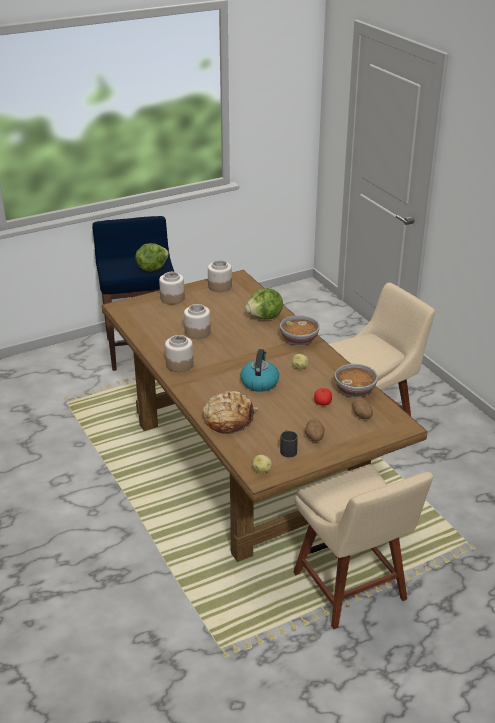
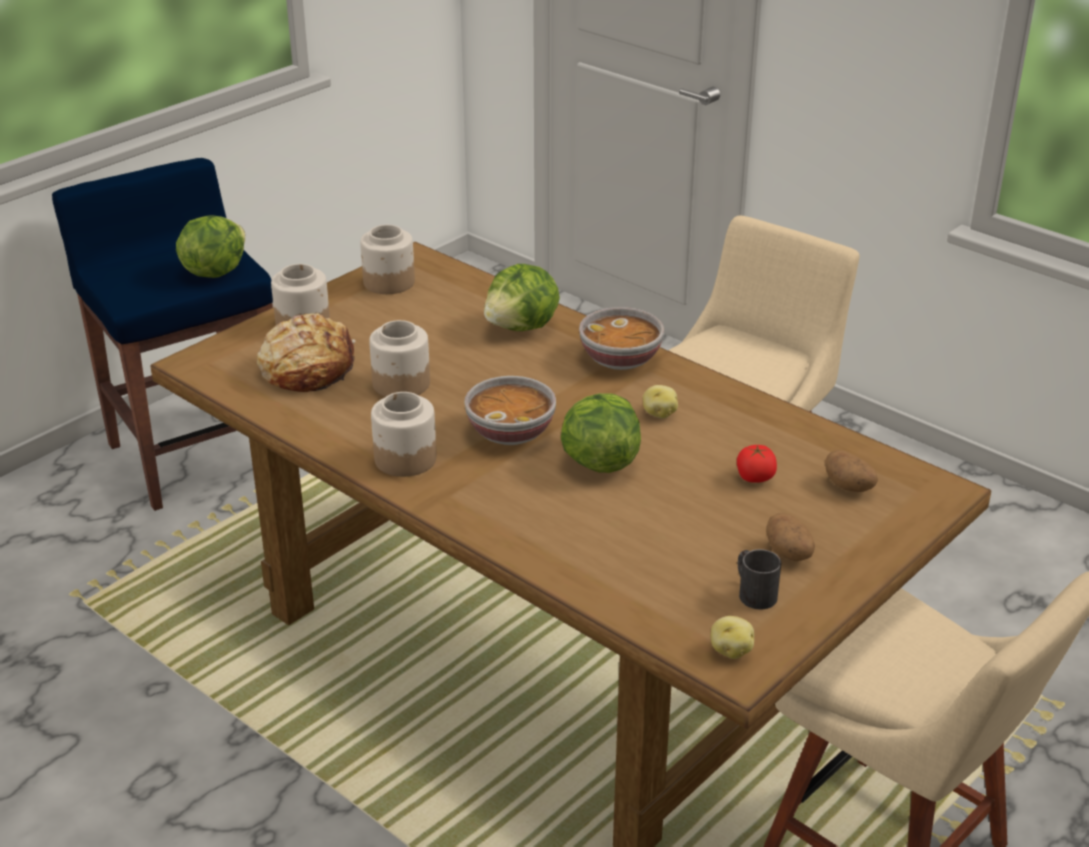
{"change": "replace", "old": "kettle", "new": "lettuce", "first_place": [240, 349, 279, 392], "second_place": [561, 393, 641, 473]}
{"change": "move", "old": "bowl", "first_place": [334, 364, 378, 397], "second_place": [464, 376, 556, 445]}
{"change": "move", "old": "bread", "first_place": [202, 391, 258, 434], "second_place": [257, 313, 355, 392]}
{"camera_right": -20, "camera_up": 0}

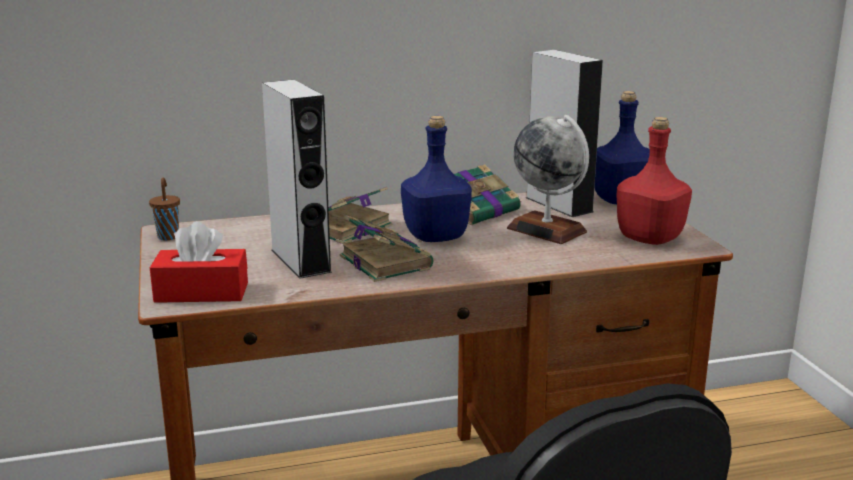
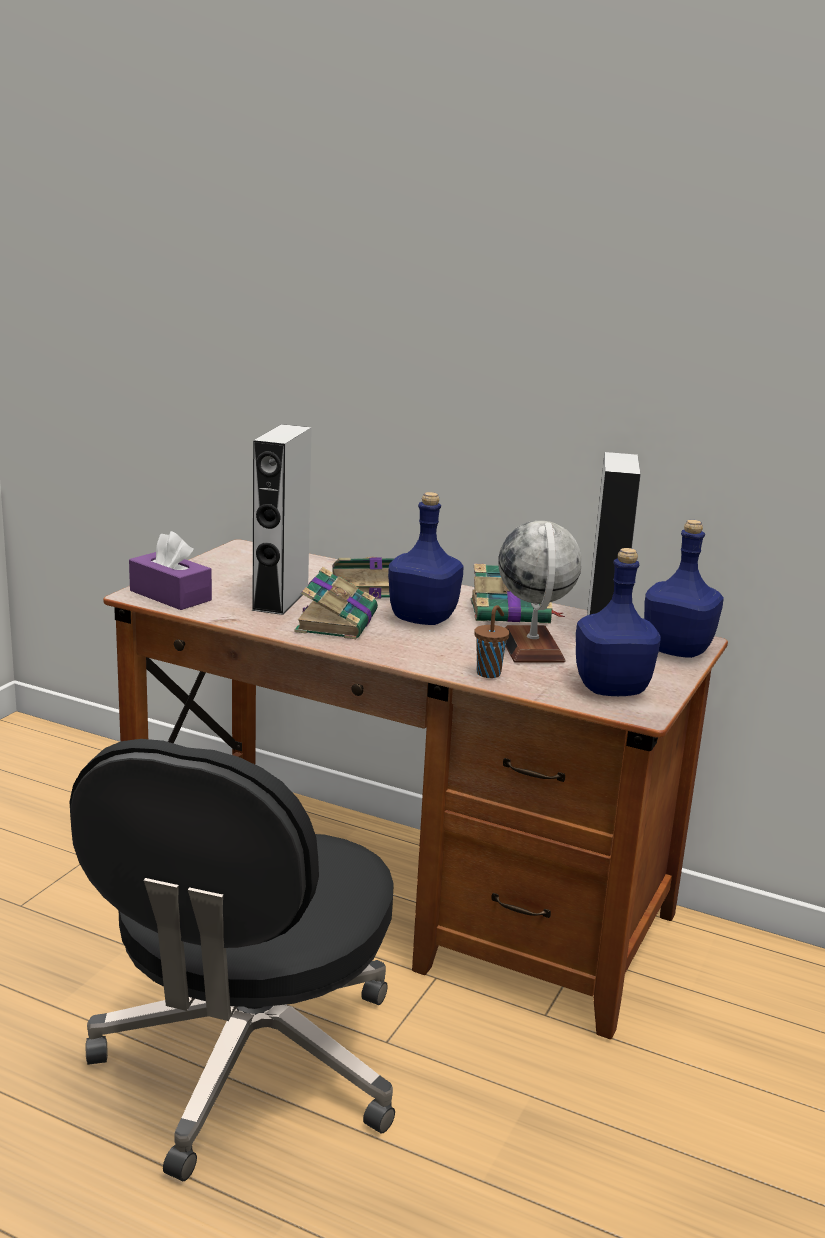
{"change": "recolor", "old": "bottle (red)", "new": "bottle (blue)", "first_place": [616, 117, 692, 245], "second_place": [576, 548, 661, 696]}
{"change": "move", "old": "cup (brown)", "first_place": [149, 177, 180, 240], "second_place": [475, 605, 510, 678]}
{"change": "recolor", "old": "tissue box (red)", "new": "tissue box (purple)", "first_place": [150, 222, 248, 303], "second_place": [129, 531, 212, 610]}
{"camera_right": 40, "camera_up": 0}

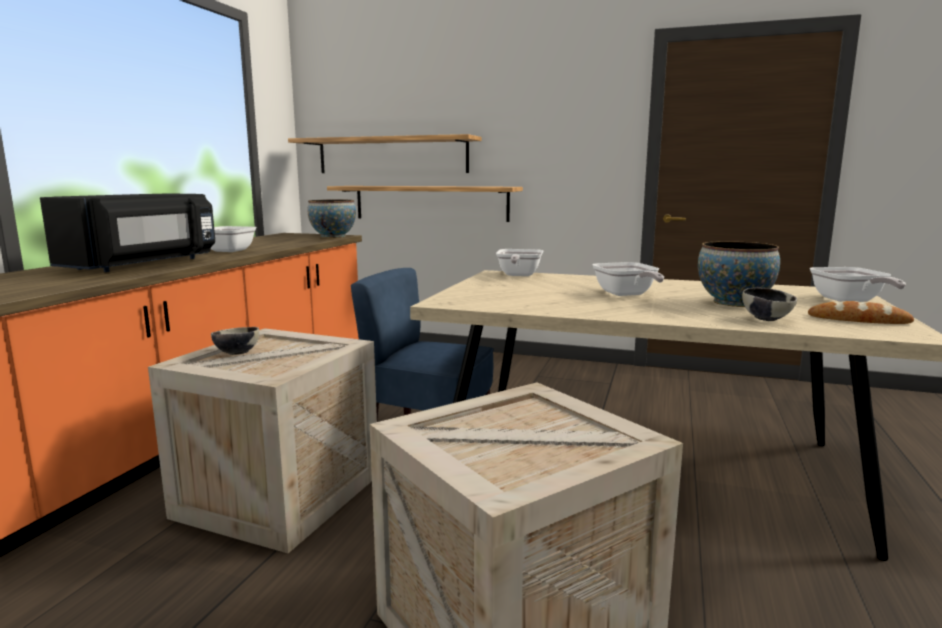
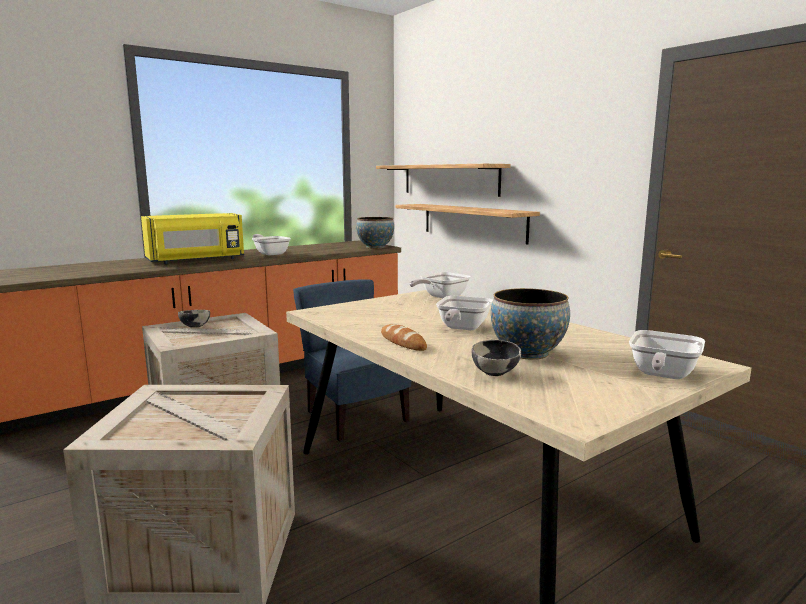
{"change": "recolor", "old": "microwave (black)", "new": "microwave (yellow)", "first_place": [40, 193, 215, 272], "second_place": [141, 213, 244, 264]}
{"change": "move", "old": "bread", "first_place": [808, 301, 914, 324], "second_place": [381, 324, 427, 351]}
{"camera_right": 35, "camera_up": 0}

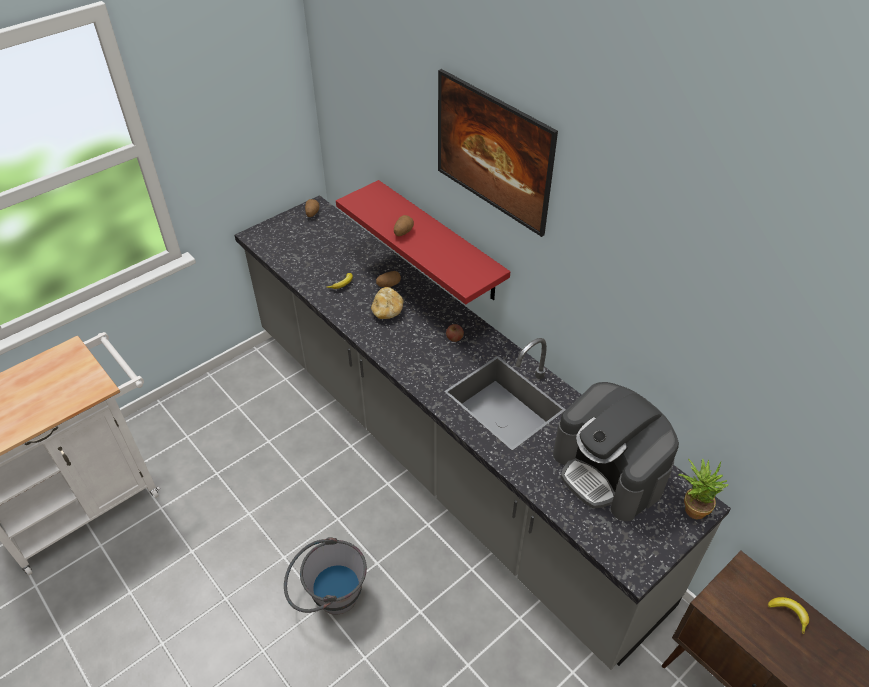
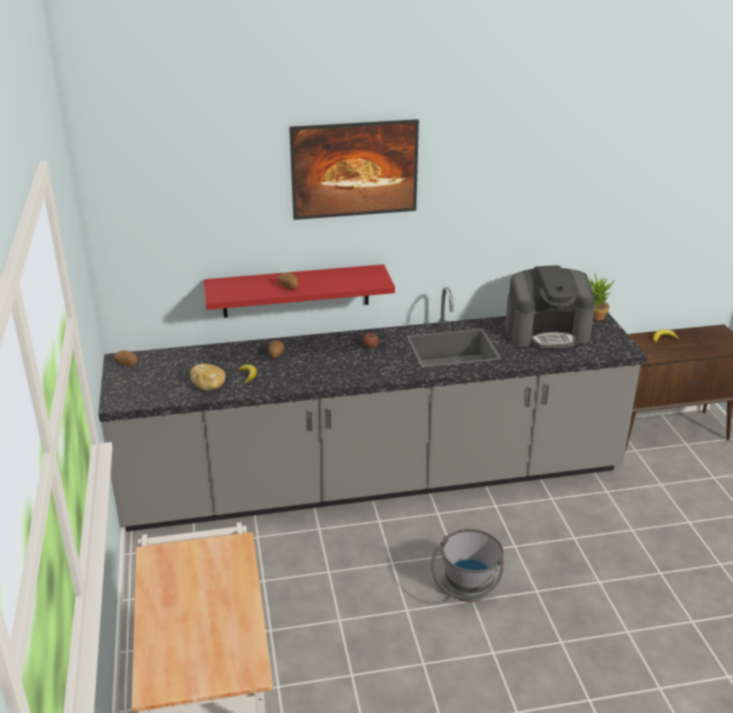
{"change": "move", "old": "bread", "first_place": [371, 287, 403, 319], "second_place": [190, 364, 226, 390]}
{"camera_right": -60, "camera_up": -15}

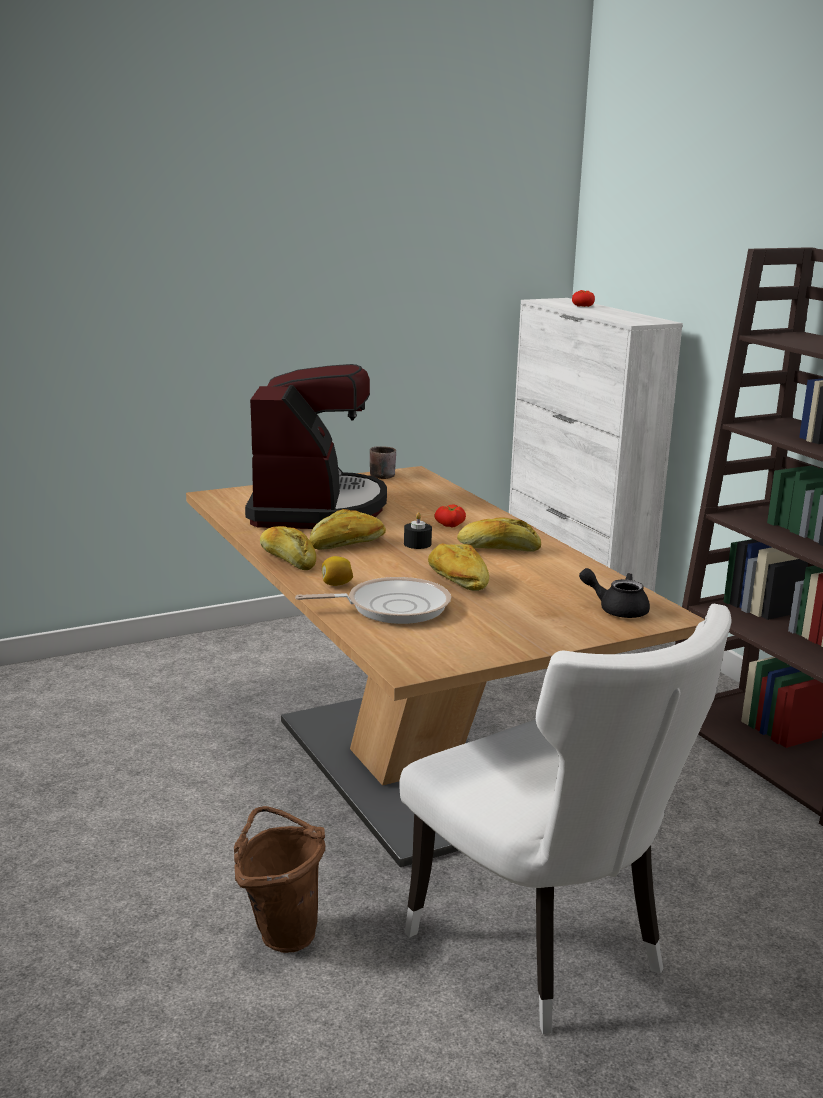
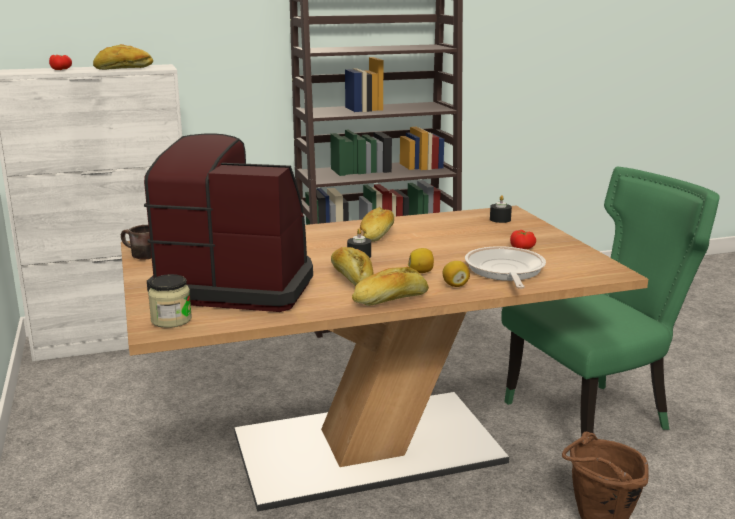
{"change": "move", "old": "tomato", "first_place": [434, 504, 466, 527], "second_place": [510, 230, 536, 249]}
{"change": "move", "old": "bread", "first_place": [428, 543, 489, 591], "second_place": [93, 44, 153, 70]}
{"change": "replace", "old": "teapot (black)", "new": "candle (black)", "first_place": [579, 568, 650, 618], "second_place": [490, 195, 512, 223]}
{"change": "recolor", "old": "chair (white)", "new": "chair (green)", "first_place": [399, 604, 731, 1034], "second_place": [501, 166, 720, 437]}
{"change": "insert", "new": "lemon", "second_place": [408, 248, 434, 273]}
{"change": "insert", "new": "jar", "second_place": [148, 274, 192, 328]}
{"camera_right": -80, "camera_up": 0}

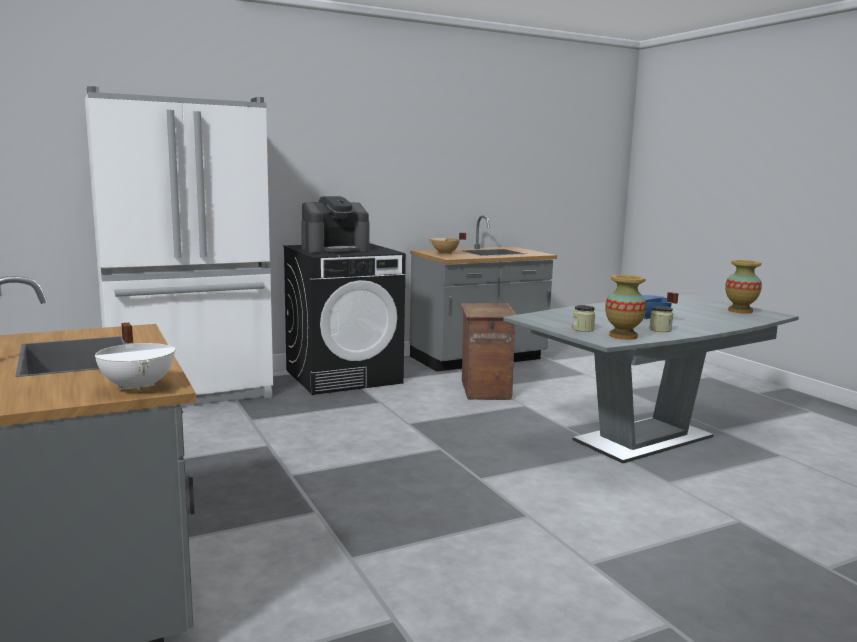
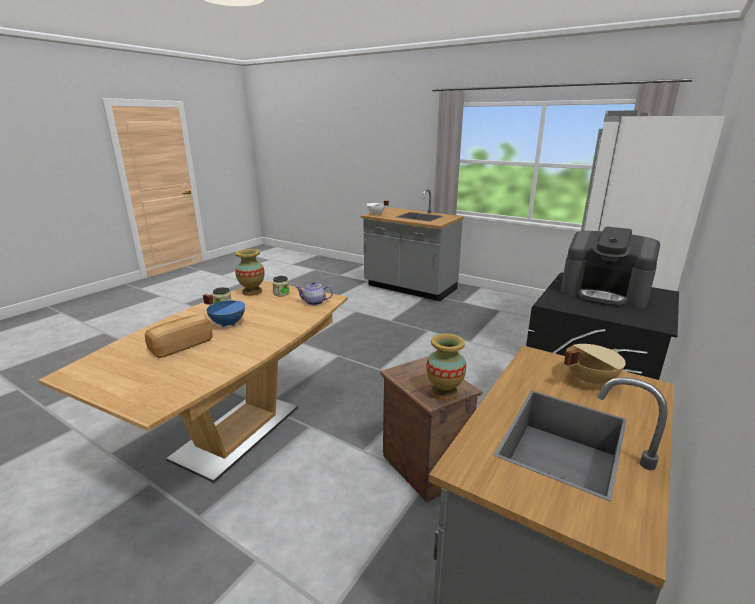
{"change": "rotate", "old": "coffee machine", "first_place": [301, 196, 369, 253], "second_place": [561, 227, 660, 308], "degrees": -90}
{"change": "move", "old": "vase", "first_place": [725, 260, 762, 314], "second_place": [426, 333, 466, 401]}
{"change": "recolor", "old": "dining table (grey)", "new": "dining table (brown)", "first_place": [503, 295, 799, 463], "second_place": [39, 281, 348, 483]}
{"change": "insert", "new": "teapot", "second_place": [296, 282, 333, 305]}
{"change": "insert", "new": "bread", "second_place": [145, 315, 212, 358]}
{"camera_right": 150, "camera_up": 10}

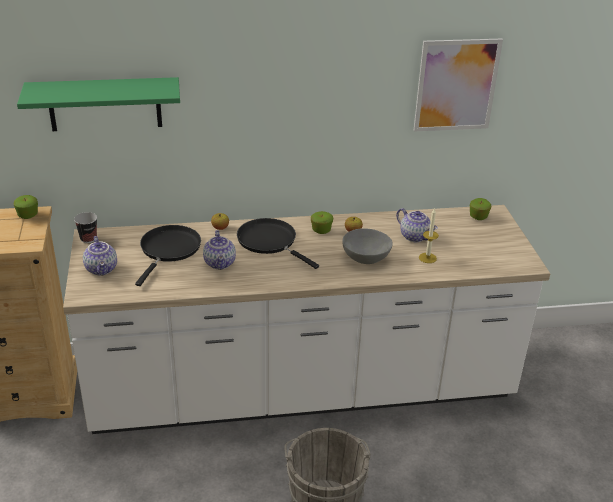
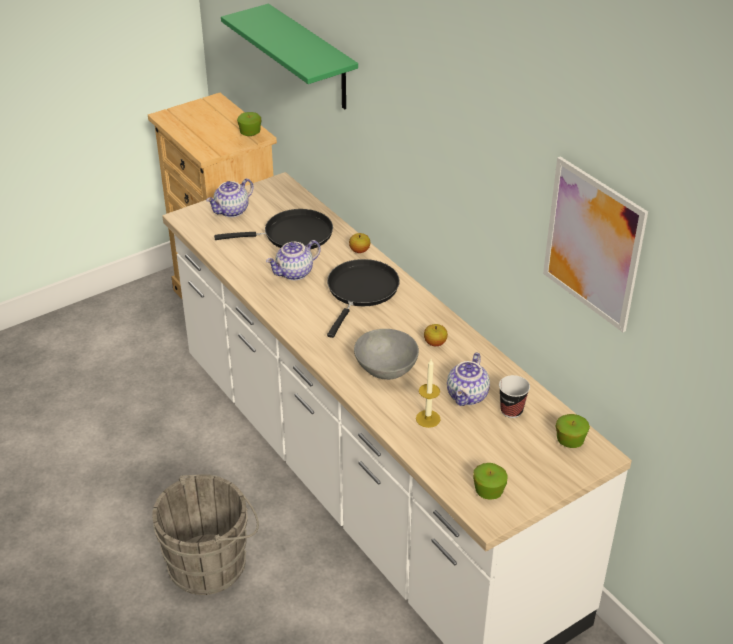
{"change": "move", "old": "apple", "first_place": [311, 211, 333, 234], "second_place": [473, 463, 508, 500]}
{"change": "move", "old": "cup", "first_place": [74, 212, 97, 243], "second_place": [499, 375, 530, 418]}
{"camera_right": 65, "camera_up": 5}

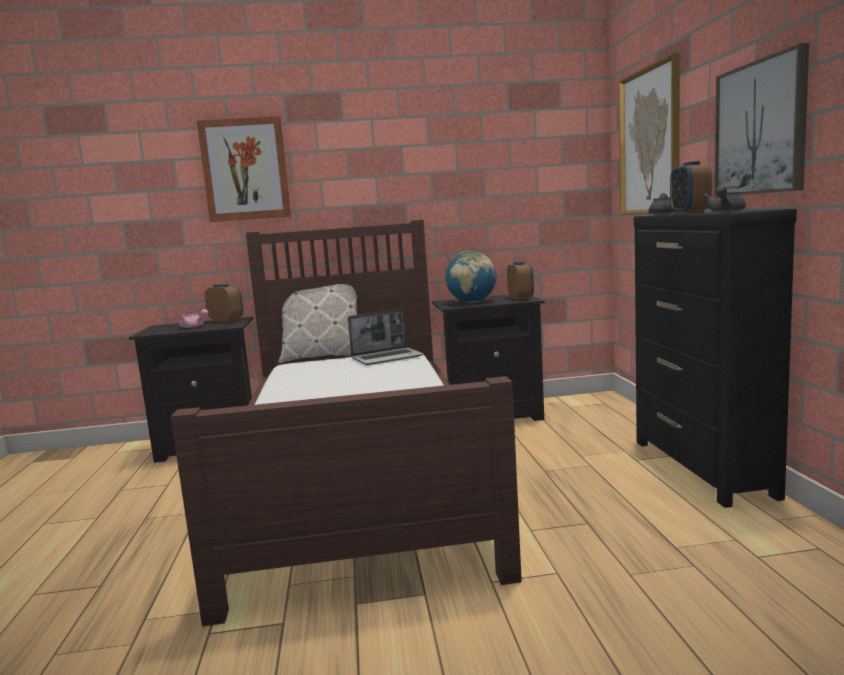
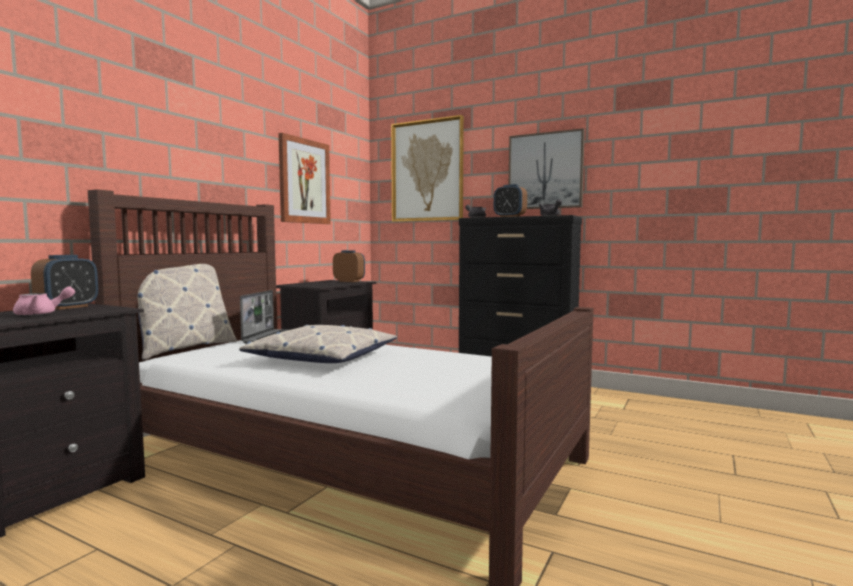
{"change": "move", "old": "picture", "first_place": [197, 116, 291, 222], "second_place": [278, 133, 331, 224]}
{"change": "delete", "old": "globe", "first_place": [445, 251, 497, 302]}
{"change": "rotate", "old": "alarm clock", "first_place": [205, 284, 243, 322], "second_place": [31, 255, 98, 310], "degrees": 135}
{"change": "insert", "new": "pillow", "second_place": [239, 325, 397, 363]}
{"camera_right": -55, "camera_up": -5}

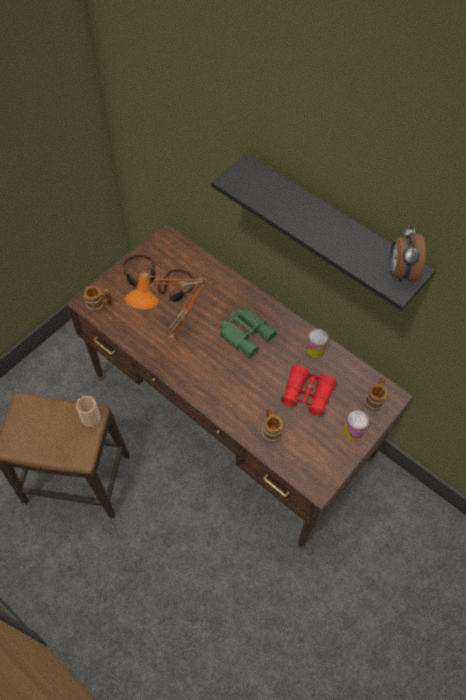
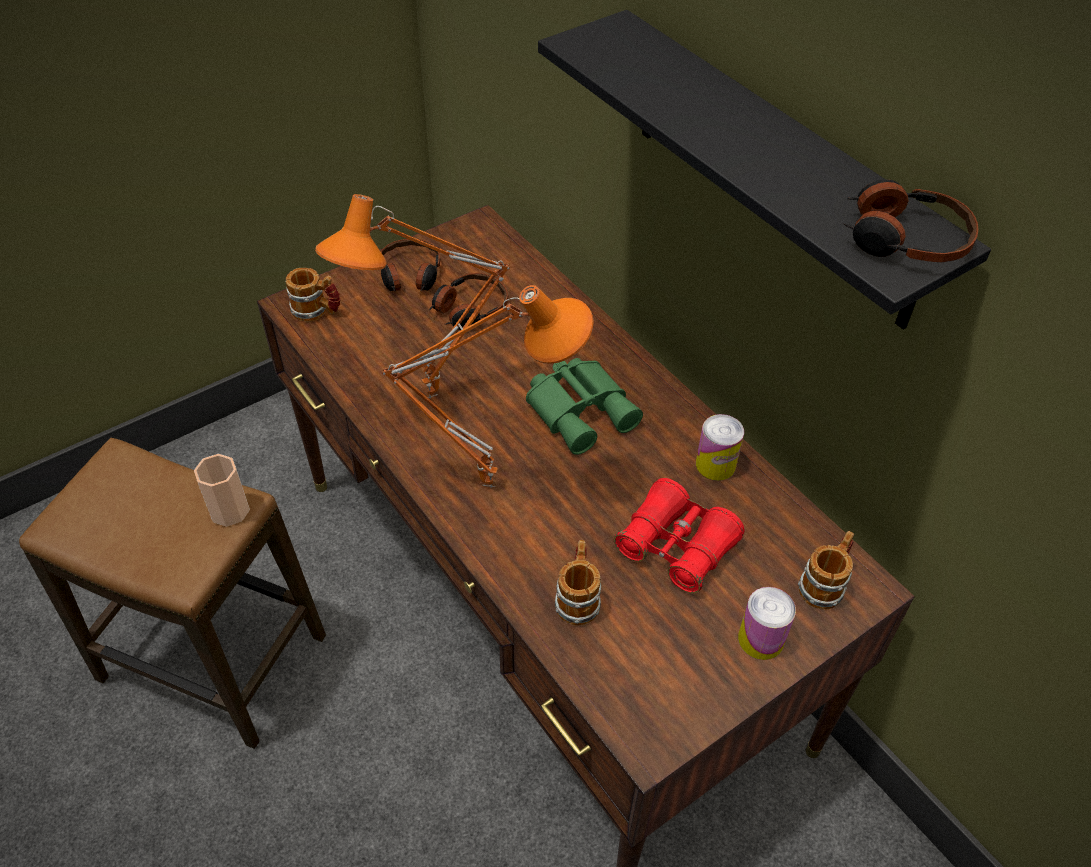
{"change": "replace", "old": "alarm clock", "new": "headphones", "first_place": [389, 224, 426, 283], "second_place": [843, 179, 978, 262]}
{"change": "insert", "new": "table lamp (orange)", "second_place": [382, 285, 593, 488]}
{"camera_right": 15, "camera_up": -10}

